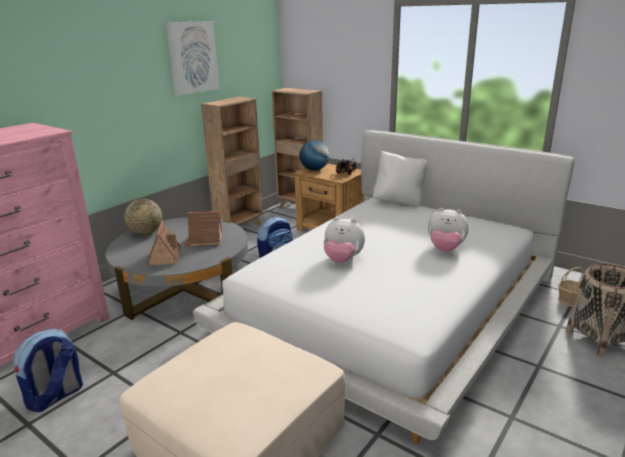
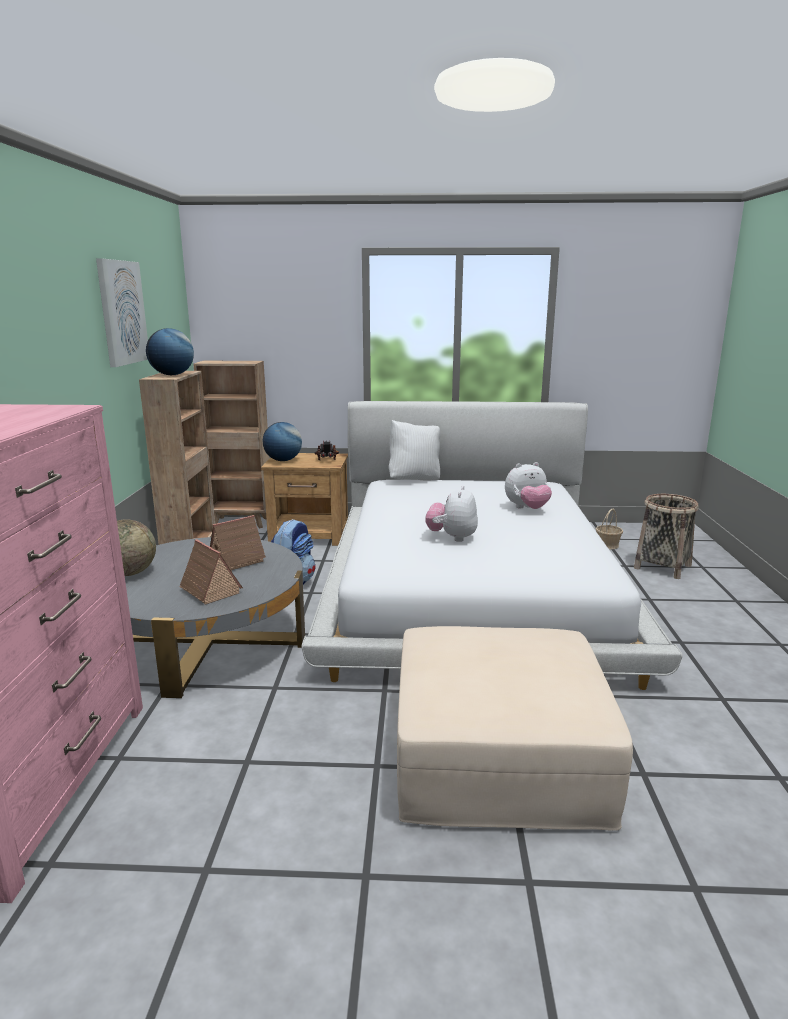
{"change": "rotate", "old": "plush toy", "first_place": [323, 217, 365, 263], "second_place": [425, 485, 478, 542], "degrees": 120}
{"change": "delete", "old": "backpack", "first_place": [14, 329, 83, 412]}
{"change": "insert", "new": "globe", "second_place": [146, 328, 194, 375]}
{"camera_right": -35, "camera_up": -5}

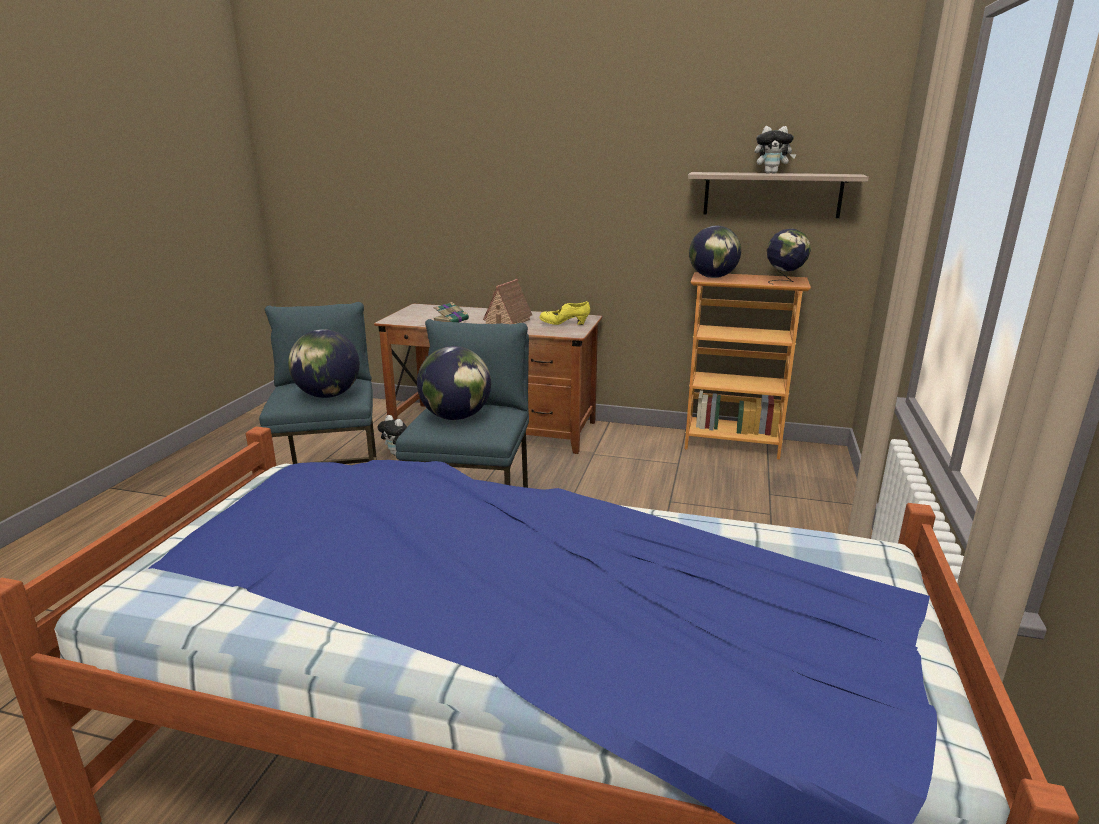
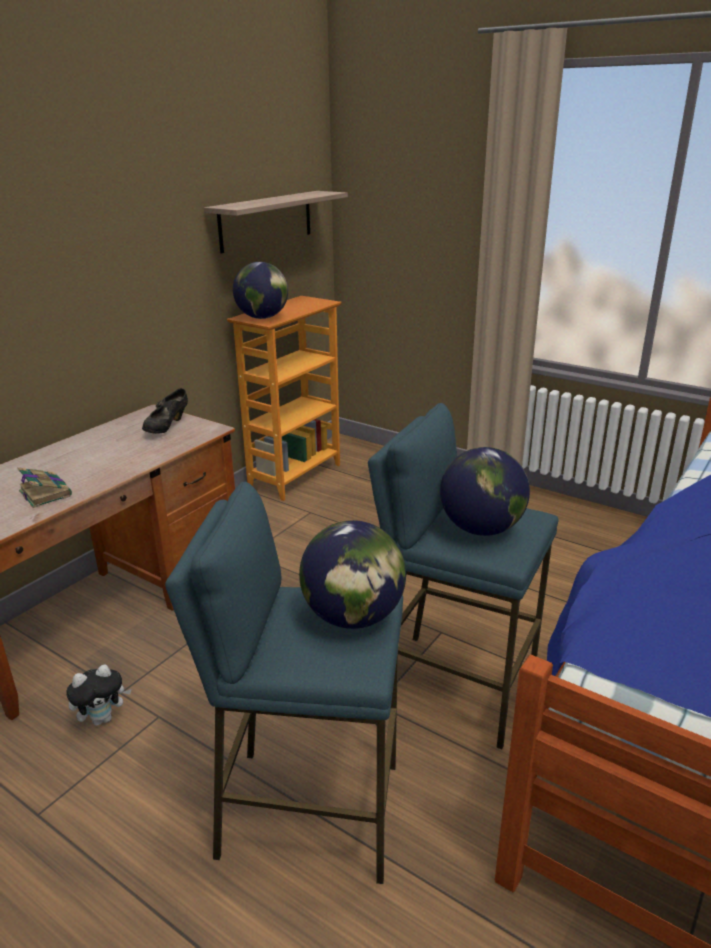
{"change": "delete", "old": "plush toy", "first_place": [755, 126, 797, 174]}
{"change": "delete", "old": "globe", "first_place": [767, 229, 811, 284]}
{"change": "delete", "old": "toy house", "first_place": [483, 279, 532, 324]}
{"change": "recolor", "old": "shoe (yellow)", "new": "shoe (black)", "first_place": [539, 301, 590, 325], "second_place": [142, 388, 188, 434]}
{"camera_right": -70, "camera_up": 5}

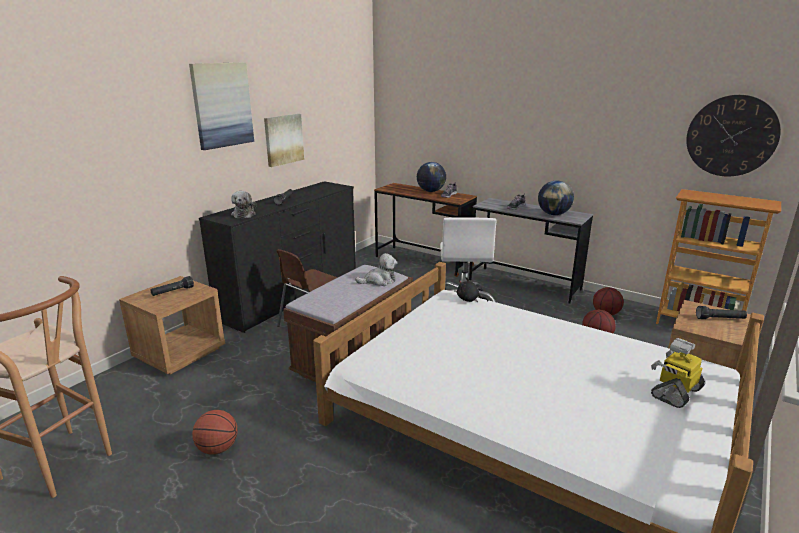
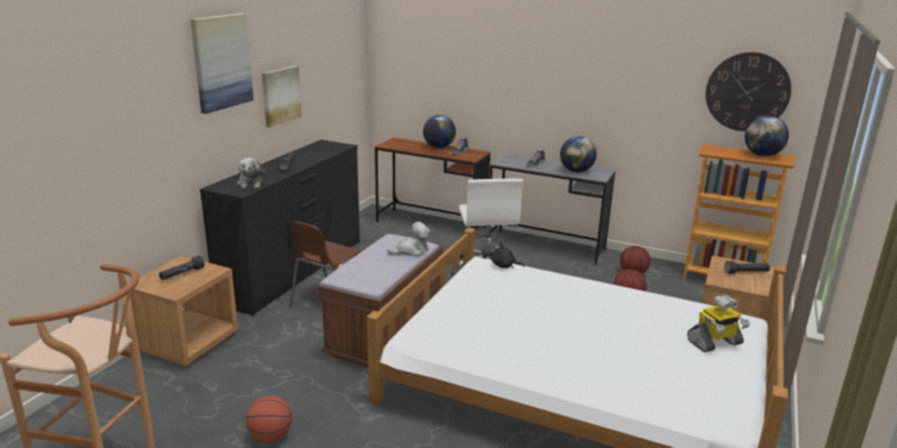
{"change": "rotate", "old": "toy robot", "first_place": [651, 338, 705, 408], "second_place": [687, 294, 750, 352], "degrees": -150}
{"change": "insert", "new": "globe", "second_place": [745, 116, 789, 156]}
{"camera_right": -10, "camera_up": 0}

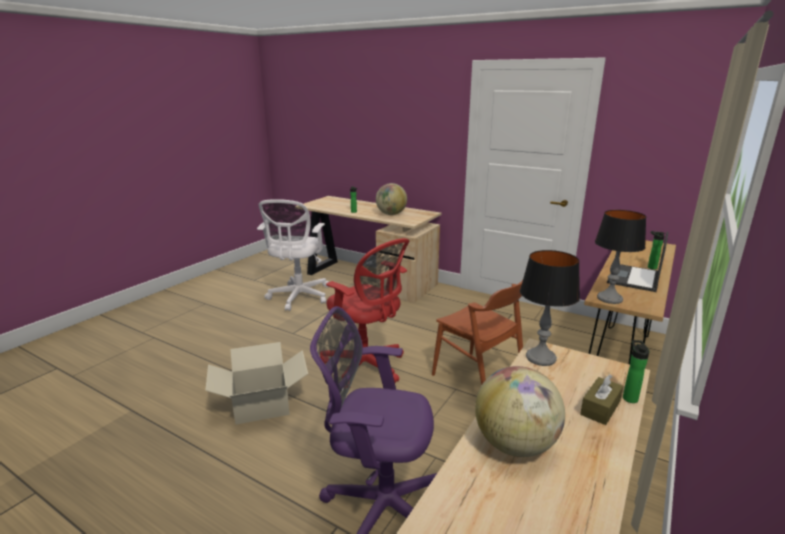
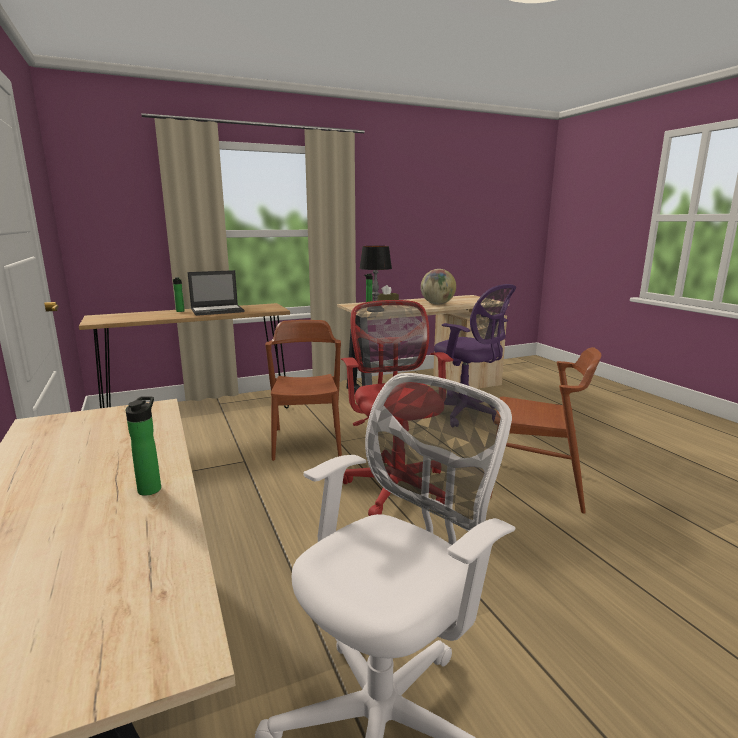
{"change": "delete", "old": "globe", "first_place": [376, 183, 407, 215]}
{"change": "delete", "old": "table lamp", "first_place": [595, 210, 646, 304]}
{"change": "replace", "old": "cardboard box", "new": "chair (brown)", "first_place": [205, 342, 308, 425], "second_place": [490, 347, 602, 514]}
{"camera_right": -145, "camera_up": -5}

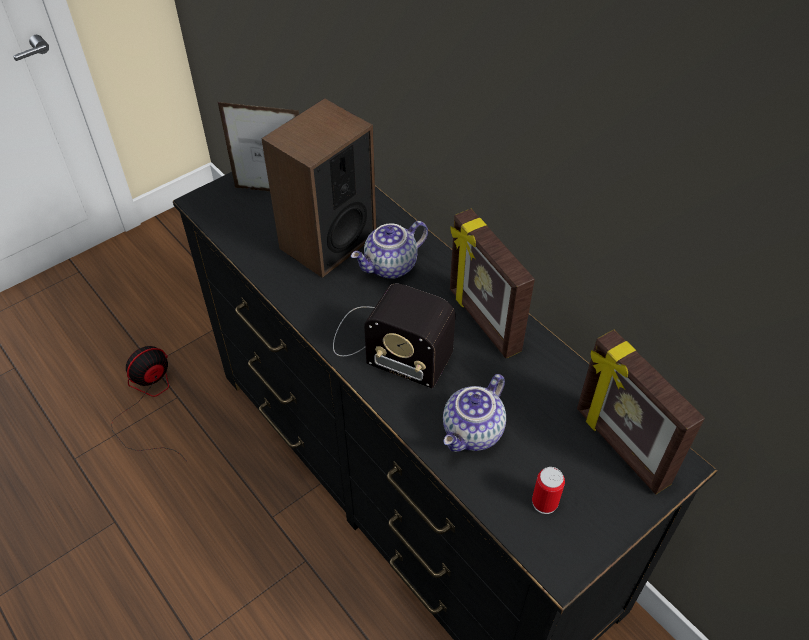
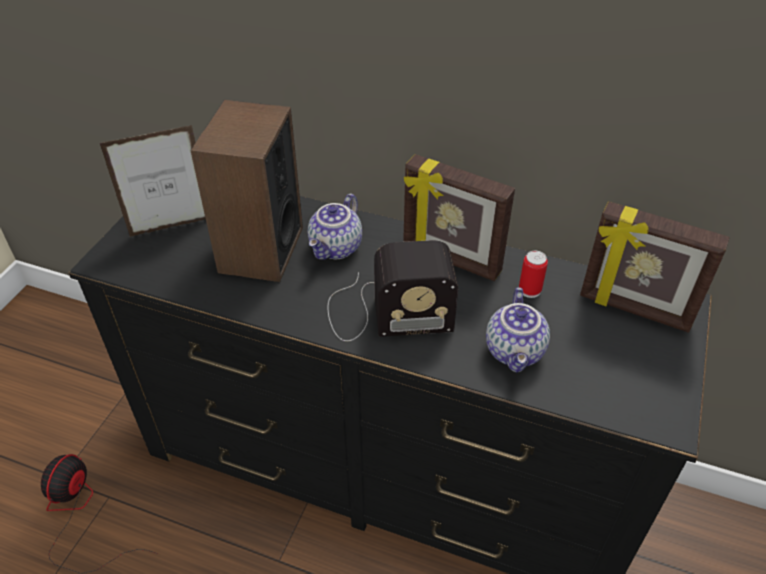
{"change": "move", "old": "can", "first_place": [532, 467, 565, 514], "second_place": [519, 251, 548, 298]}
{"camera_right": -30, "camera_up": -5}

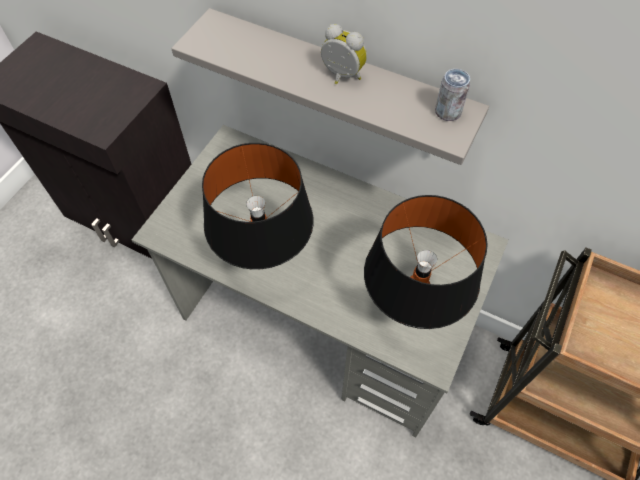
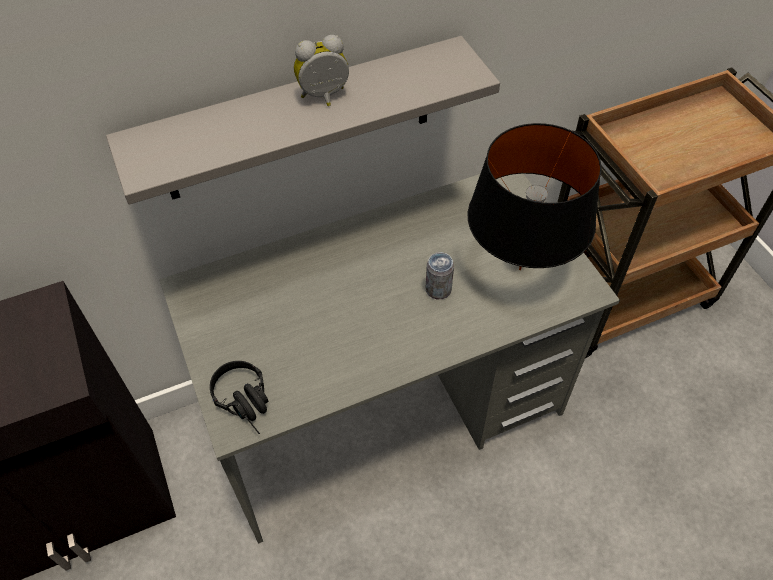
{"change": "move", "old": "can", "first_place": [435, 69, 470, 121], "second_place": [425, 252, 454, 299]}
{"change": "delete", "old": "table lamp (black)", "first_place": [202, 143, 314, 269]}
{"change": "insert", "new": "headphones (black)", "second_place": [210, 361, 268, 434]}
{"camera_right": -50, "camera_up": -5}

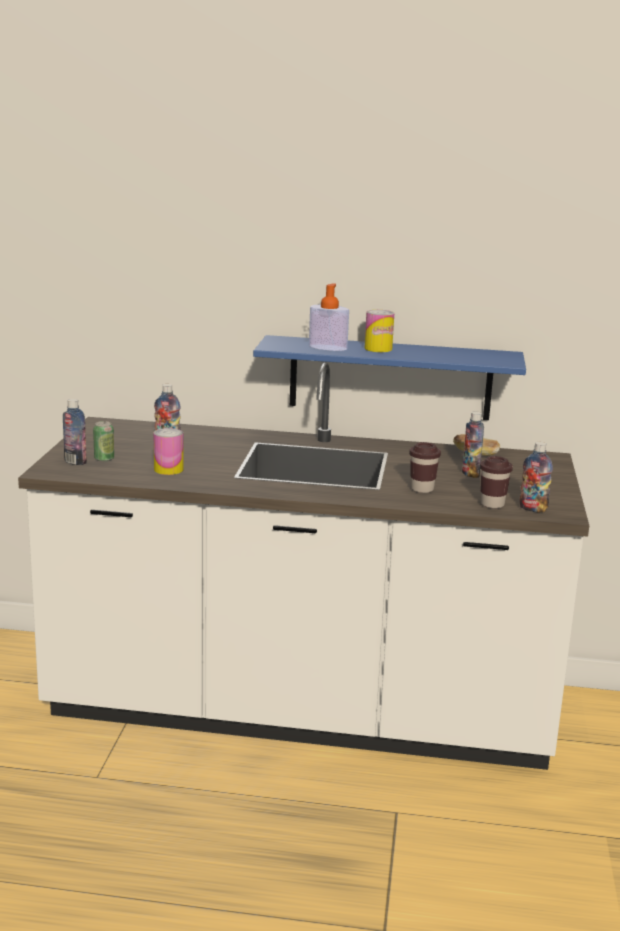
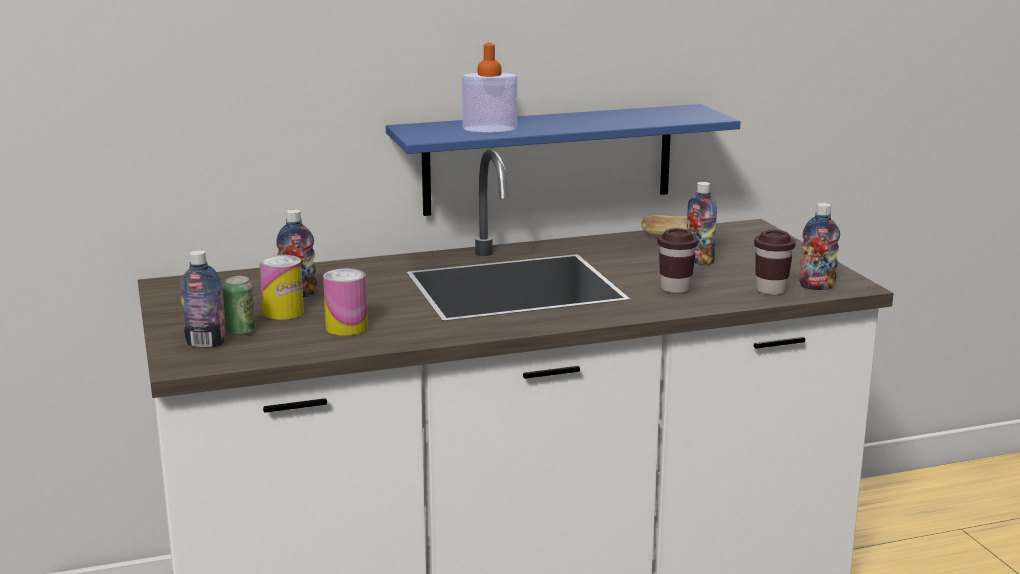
{"change": "move", "old": "can", "first_place": [365, 310, 394, 352], "second_place": [259, 255, 304, 320]}
{"camera_right": -25, "camera_up": 0}

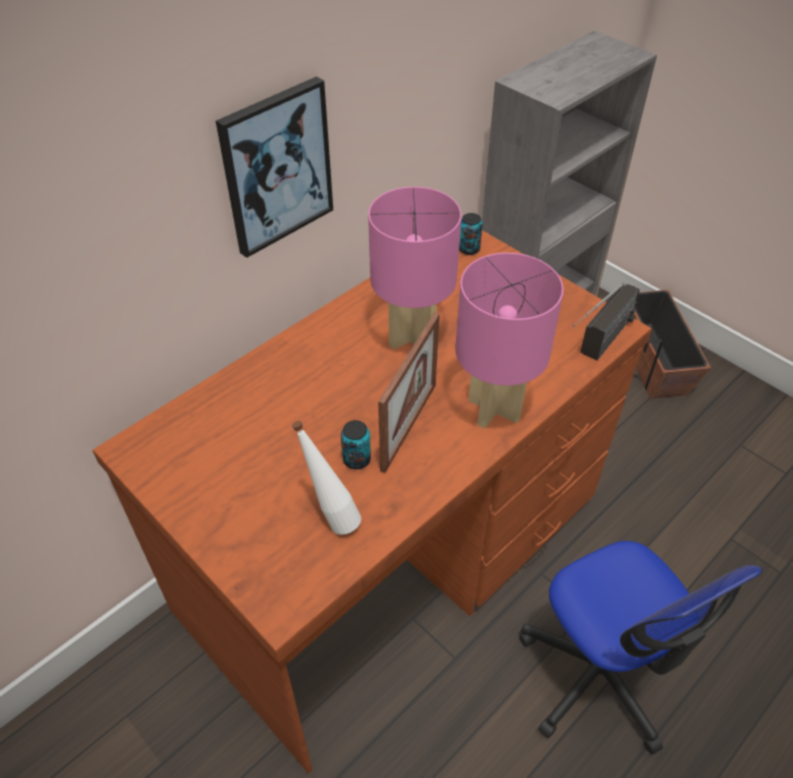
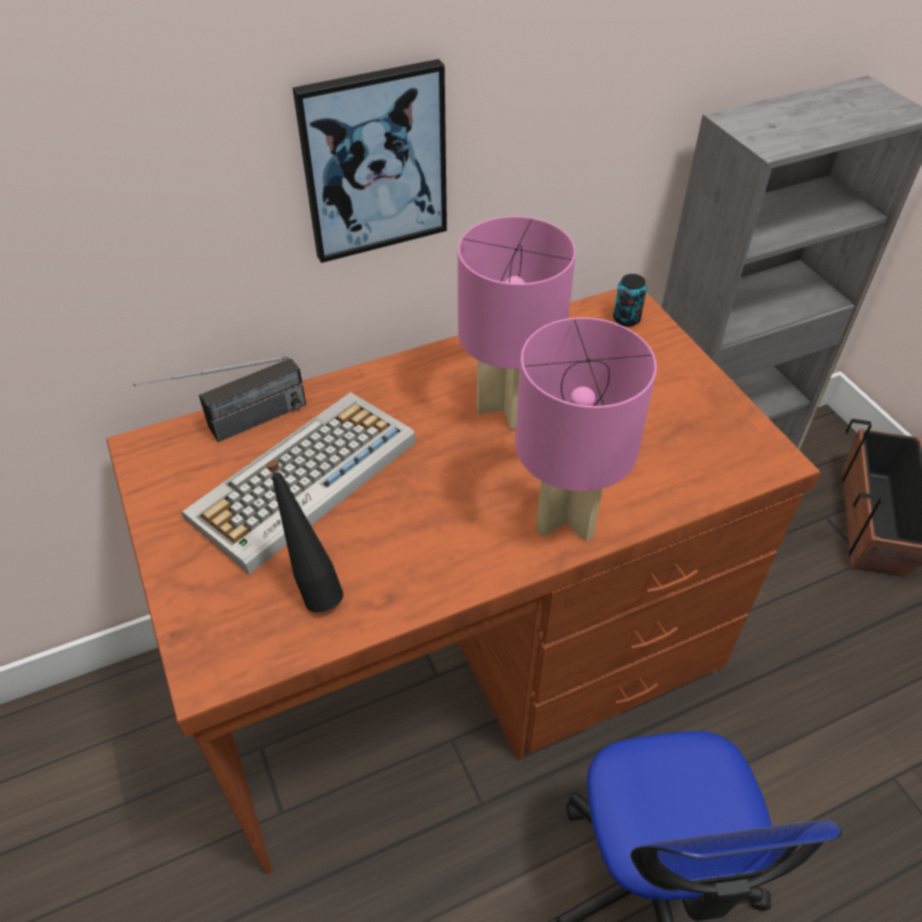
{"change": "move", "old": "radio", "first_place": [572, 283, 640, 361], "second_place": [133, 356, 306, 442]}
{"change": "delete", "old": "picture frame", "first_place": [378, 312, 440, 473]}
{"change": "delete", "old": "can", "first_place": [341, 420, 371, 469]}
{"change": "recolor", "old": "bottle (white)", "new": "bottle (black)", "first_place": [292, 421, 361, 535], "second_place": [266, 460, 343, 613]}
{"change": "insert", "new": "keyboard", "second_place": [181, 392, 416, 574]}
{"camera_right": 20, "camera_up": 0}

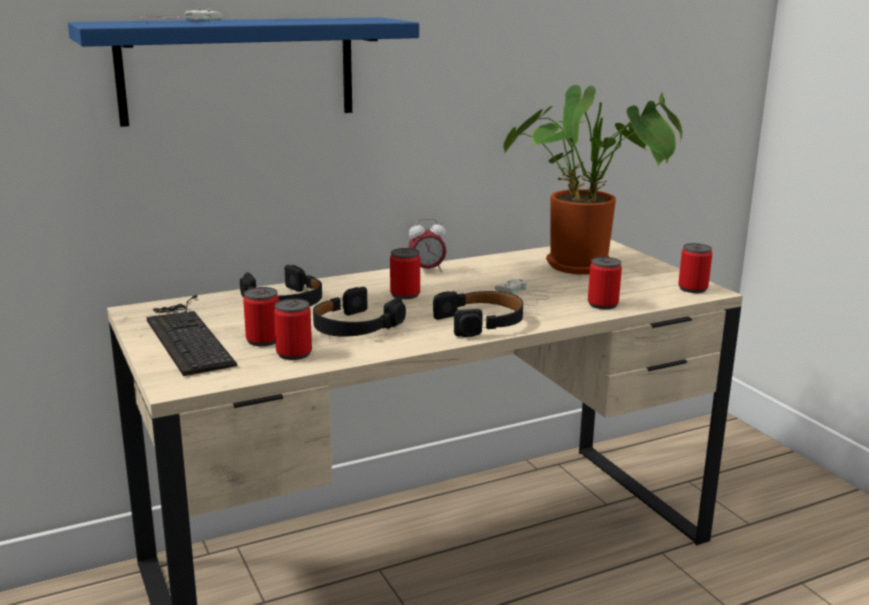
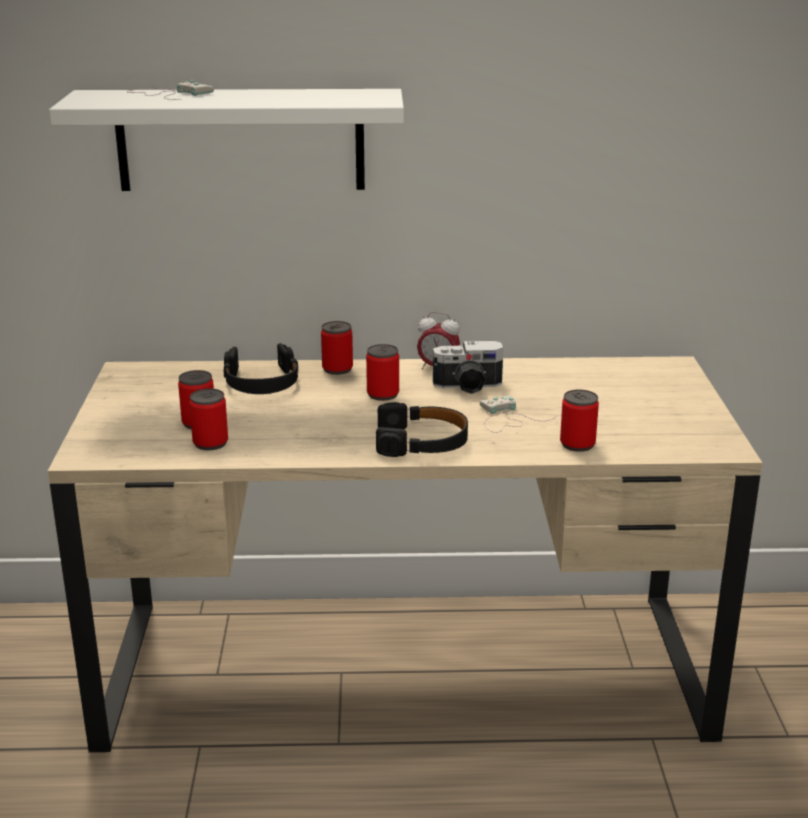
{"change": "recolor", "old": "shelf (blue)", "new": "shelf (white)", "first_place": [68, 17, 419, 127], "second_place": [49, 89, 404, 191]}
{"change": "delete", "old": "potted plant", "first_place": [503, 85, 682, 275]}
{"change": "move", "old": "can", "first_place": [678, 243, 712, 293], "second_place": [321, 321, 353, 375]}
{"change": "delete", "old": "headphones (black)", "first_place": [313, 287, 406, 337]}
{"change": "delete", "old": "keyboard", "first_place": [147, 295, 237, 376]}
{"change": "insert", "new": "photo camera", "second_place": [433, 341, 504, 394]}
{"camera_right": 25, "camera_up": 5}

